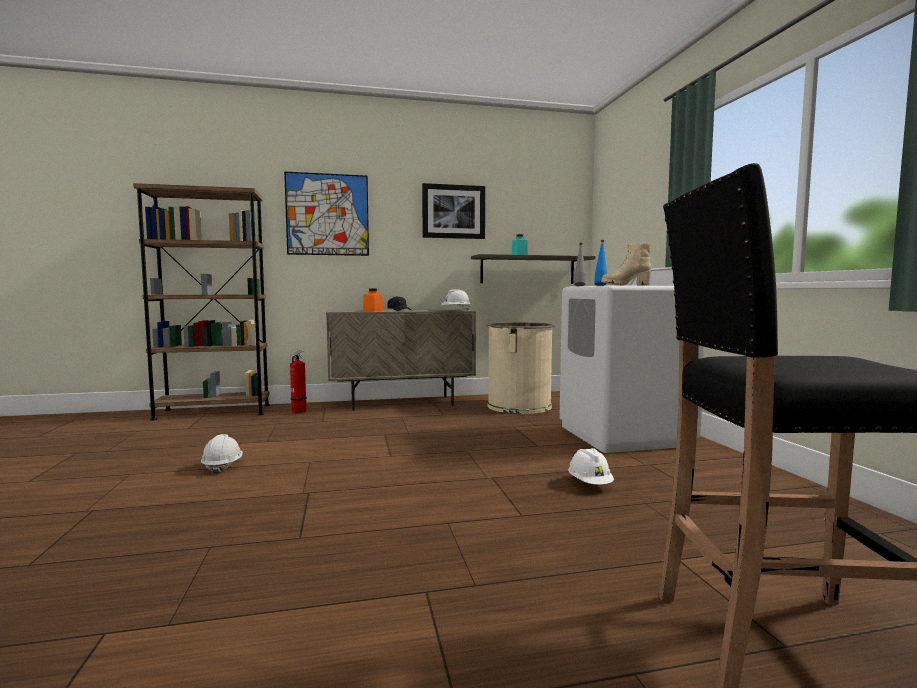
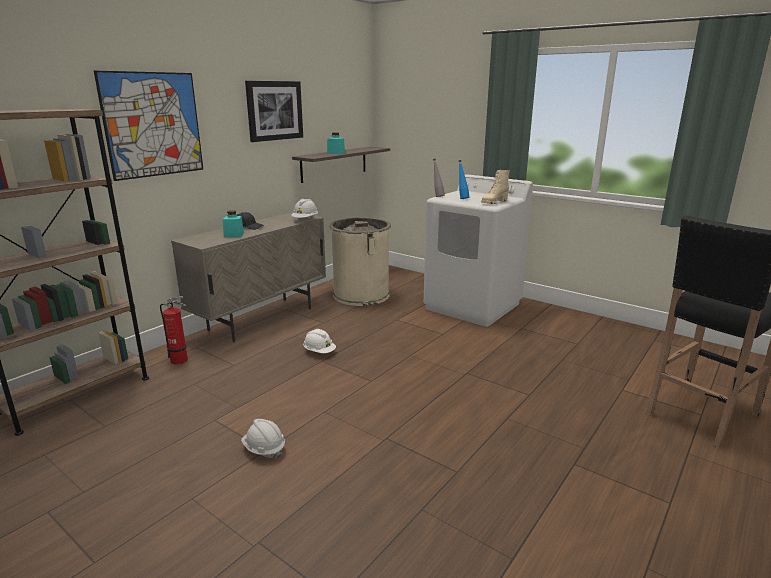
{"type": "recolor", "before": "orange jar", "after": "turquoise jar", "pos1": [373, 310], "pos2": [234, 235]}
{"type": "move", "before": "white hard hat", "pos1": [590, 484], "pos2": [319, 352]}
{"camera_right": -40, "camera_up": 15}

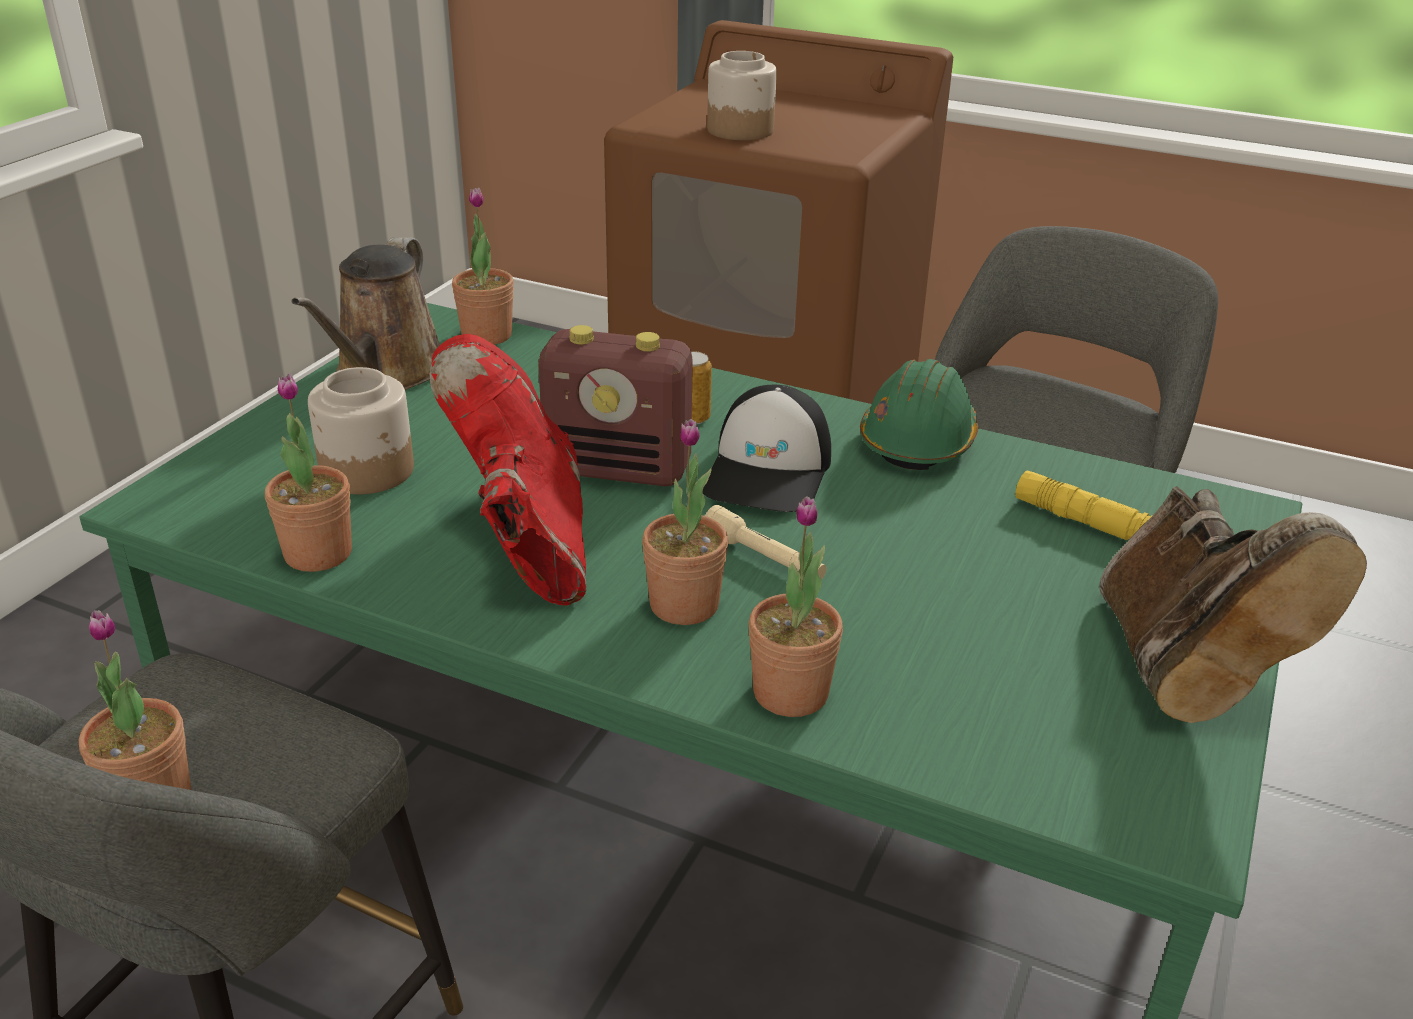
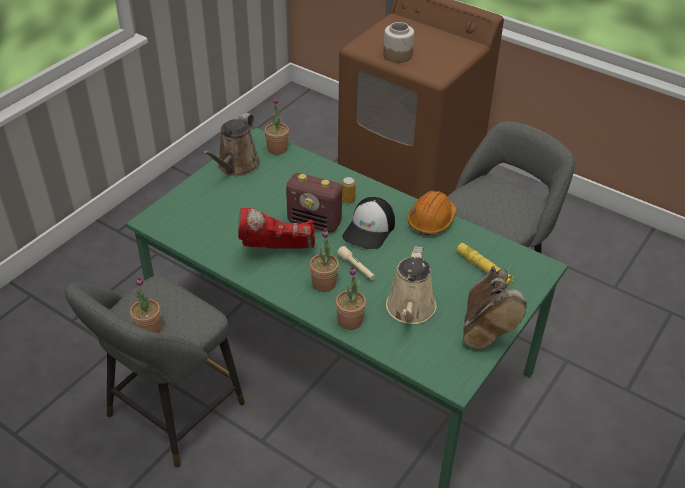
{"type": "rotate", "before": "red boot", "pos1": [526, 546], "pos2": [275, 253], "turn": -90}
{"type": "recolor", "before": "green hard hat", "after": "orange hard hat", "pos1": [918, 441], "pos2": [431, 220]}
{"type": "delete", "before": "jar", "pos1": [368, 471]}
{"type": "delete", "before": "potted plant", "pos1": [318, 553]}
{"type": "insert", "after": "beige watering can", "pos2": [410, 310]}
{"camera_right": 10, "camera_up": 10}

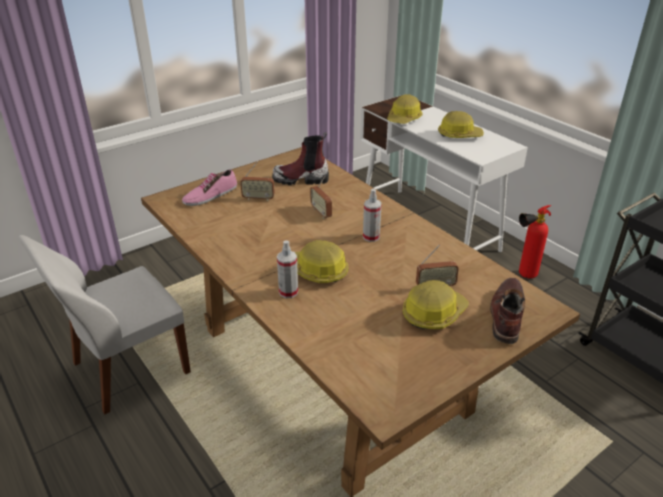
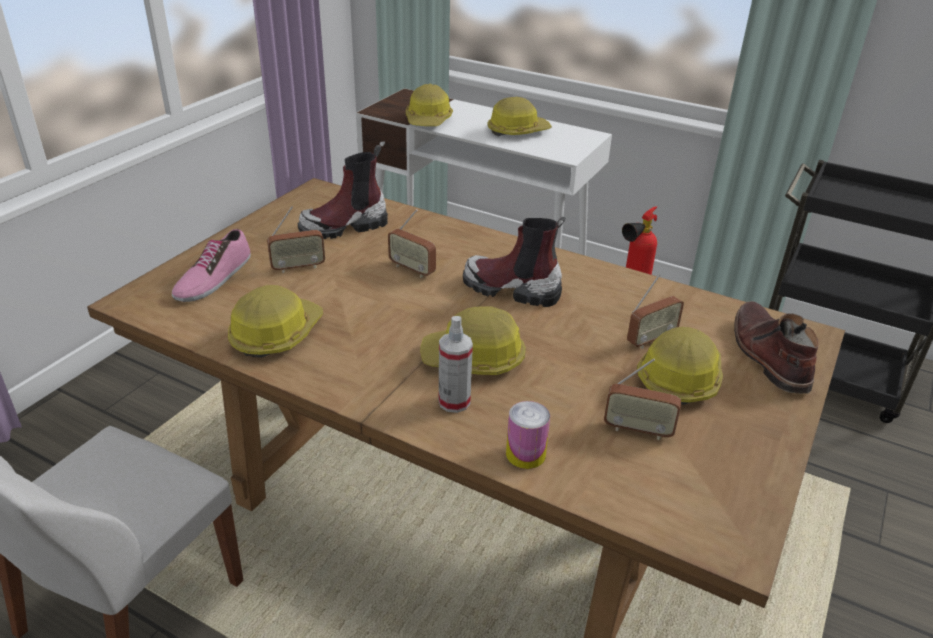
{"type": "replace", "before": "spray bottle", "after": "boot", "pos1": [371, 237], "pos2": [511, 289]}
{"type": "insert", "after": "hard hat", "pos2": [275, 334]}
{"type": "insert", "after": "radio", "pos2": [637, 430]}
{"type": "insert", "after": "can", "pos2": [525, 454]}
{"camera_right": -25, "camera_up": 0}

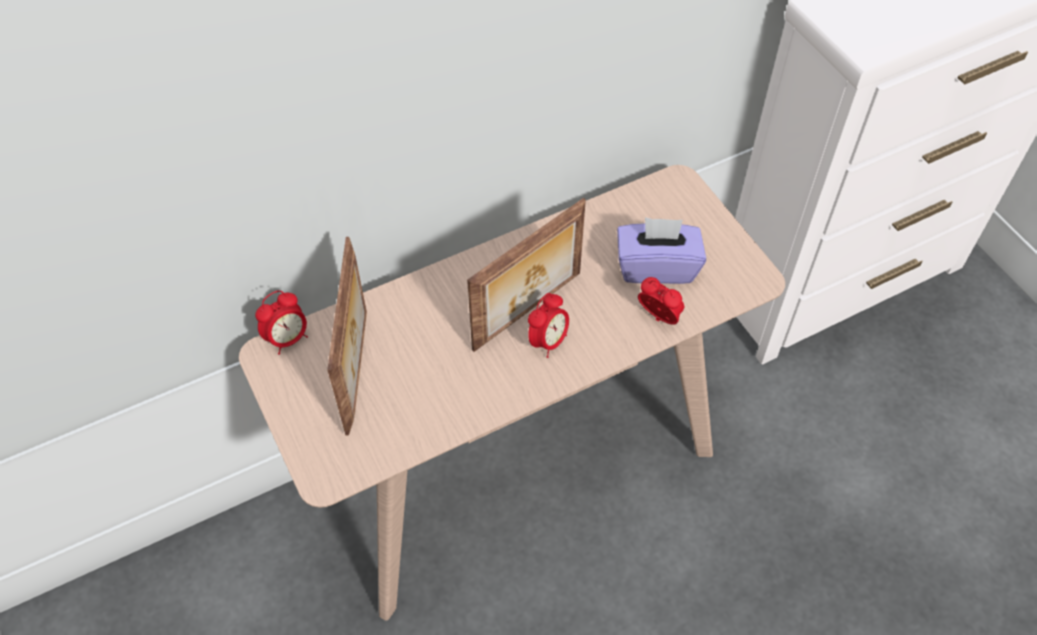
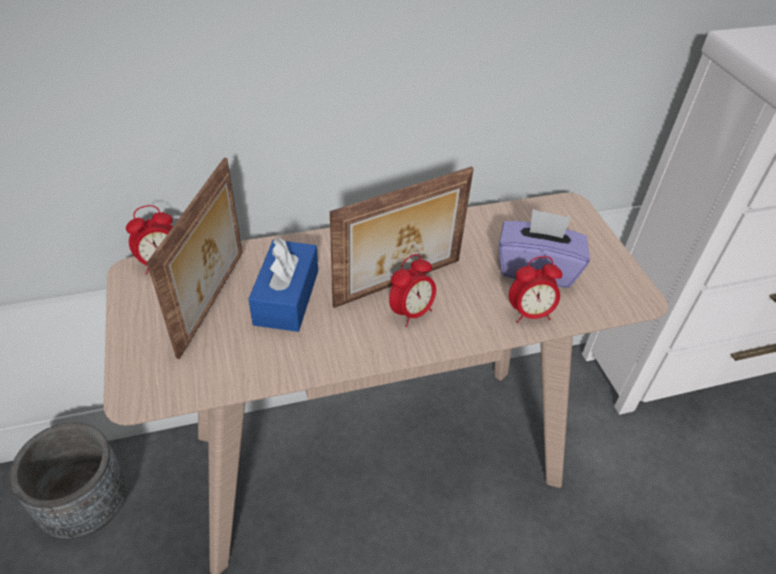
{"type": "rotate", "before": "alarm clock", "pos1": [658, 318], "pos2": [529, 313], "turn": 120}
{"type": "insert", "after": "blue tissue box", "pos2": [286, 297]}
{"type": "insert", "after": "grey planter", "pos2": [88, 507]}
{"camera_right": 10, "camera_up": -10}

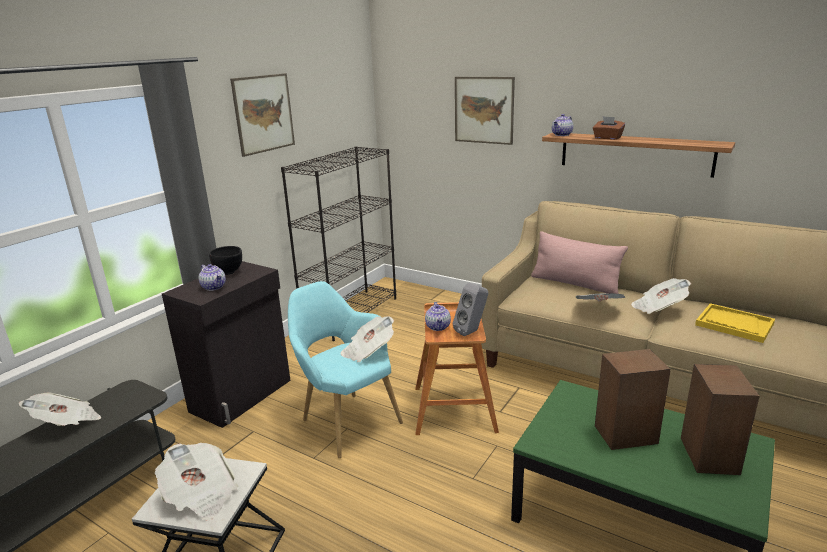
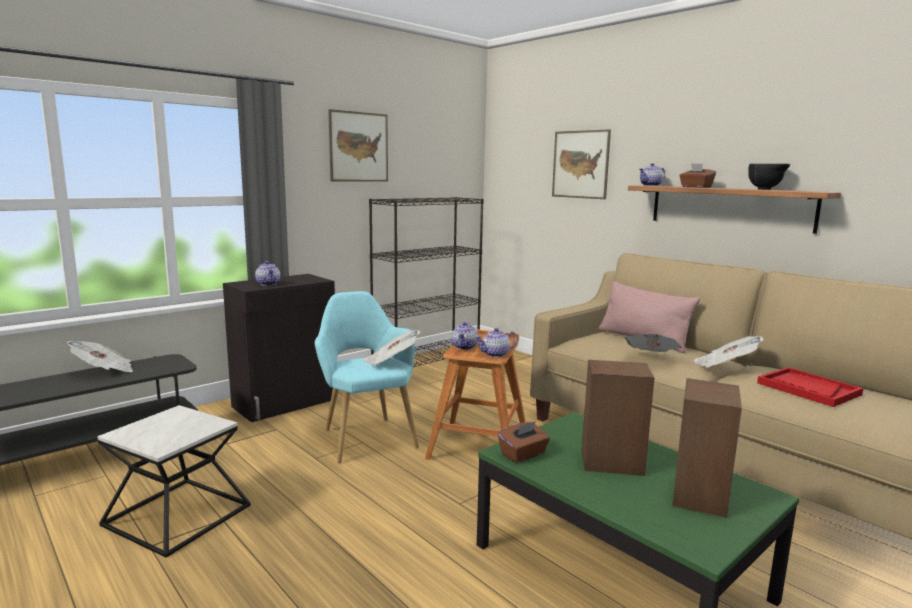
{"type": "move", "before": "black bowl", "pos1": [229, 273], "pos2": [766, 189]}
{"type": "replace", "before": "grey speaker", "after": "teapot", "pos1": [472, 332], "pos2": [495, 354]}
{"type": "recolor", "before": "yellow tray", "after": "red tray", "pos1": [734, 324], "pos2": [808, 389]}
{"type": "delete", "before": "newspaper", "pos1": [201, 495]}
{"type": "insert", "after": "brown tissue box", "pos2": [523, 454]}
{"camera_right": 15, "camera_up": -10}

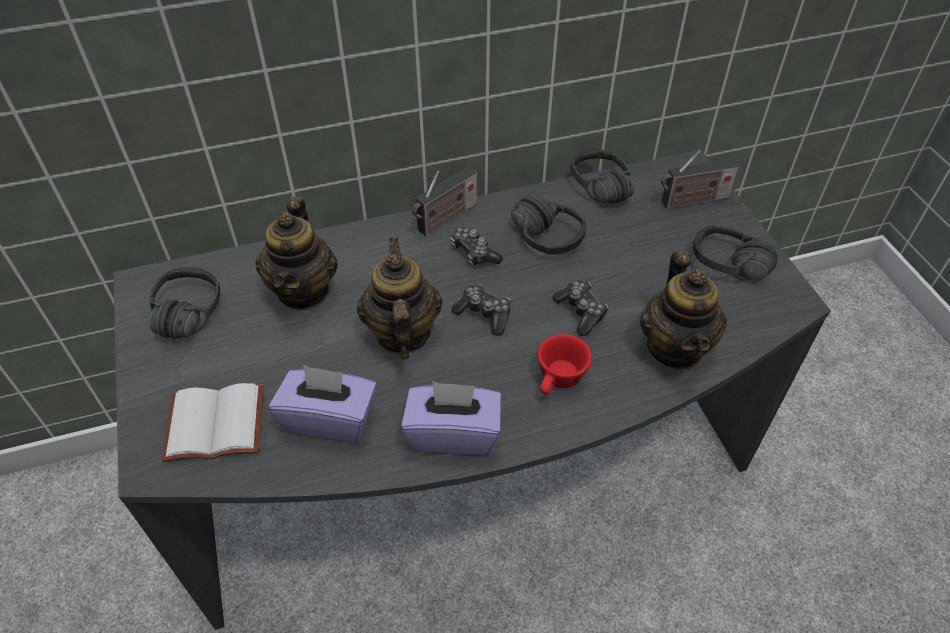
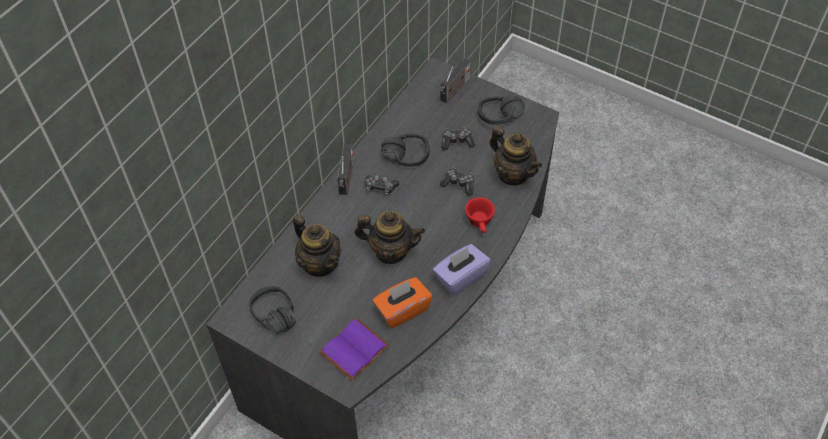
{"type": "delete", "before": "black headphones", "pos1": [591, 190]}
{"type": "rotate", "before": "teapot", "pos1": [402, 334], "pos2": [390, 251], "turn": 150}
{"type": "move", "before": "game controller", "pos1": [484, 314], "pos2": [457, 142]}
{"type": "recolor", "before": "purple tissue box", "after": "orange tissue box", "pos1": [330, 419], "pos2": [402, 310]}
{"type": "recolor", "before": "white book", "after": "purple book", "pos1": [213, 427], "pos2": [355, 351]}
{"camera_right": -40, "camera_up": 5}

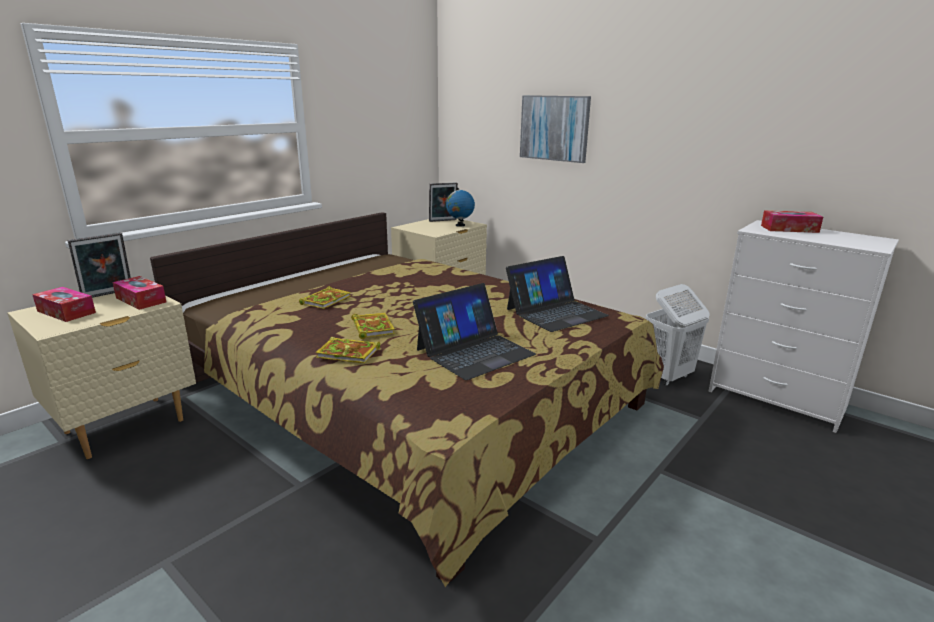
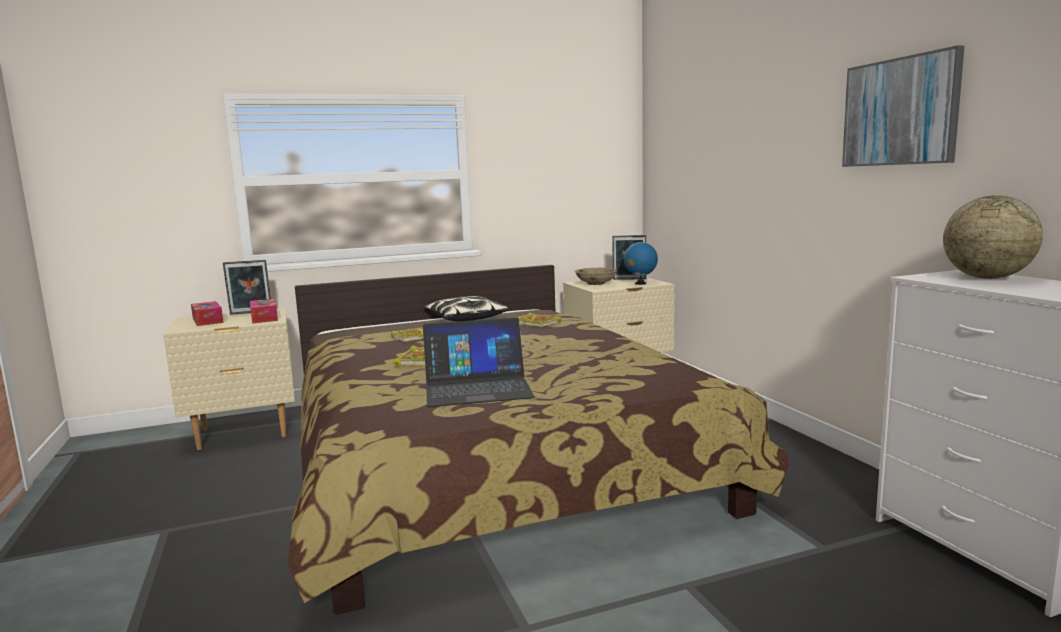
{"type": "move", "before": "picture", "pos1": [554, 128], "pos2": [900, 112]}
{"type": "replace", "before": "tissue box", "after": "globe", "pos1": [789, 229], "pos2": [986, 278]}
{"type": "delete", "before": "laptop", "pos1": [555, 312]}
{"type": "delete", "before": "white laundry basket", "pos1": [667, 377]}
{"type": "move", "before": "book", "pos1": [350, 353], "pos2": [537, 323]}
{"type": "insert", "after": "beige bowl", "pos2": [595, 283]}
{"type": "insert", "after": "pillow", "pos2": [465, 318]}
{"camera_right": 30, "camera_up": -10}

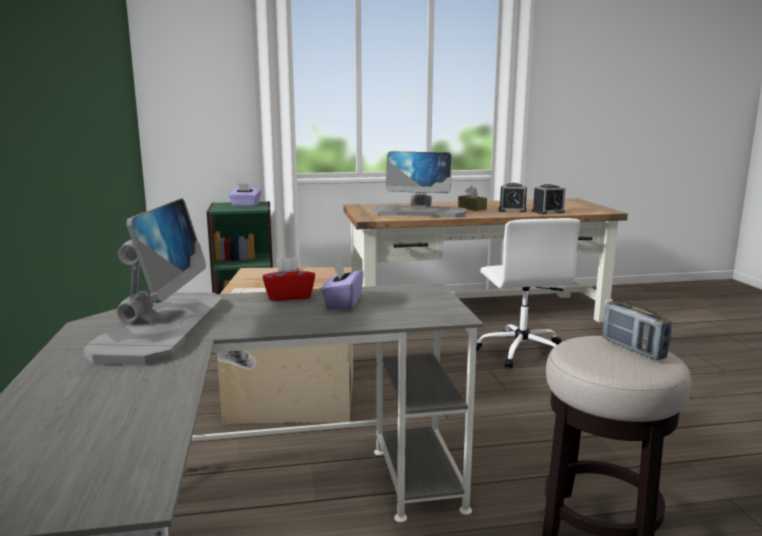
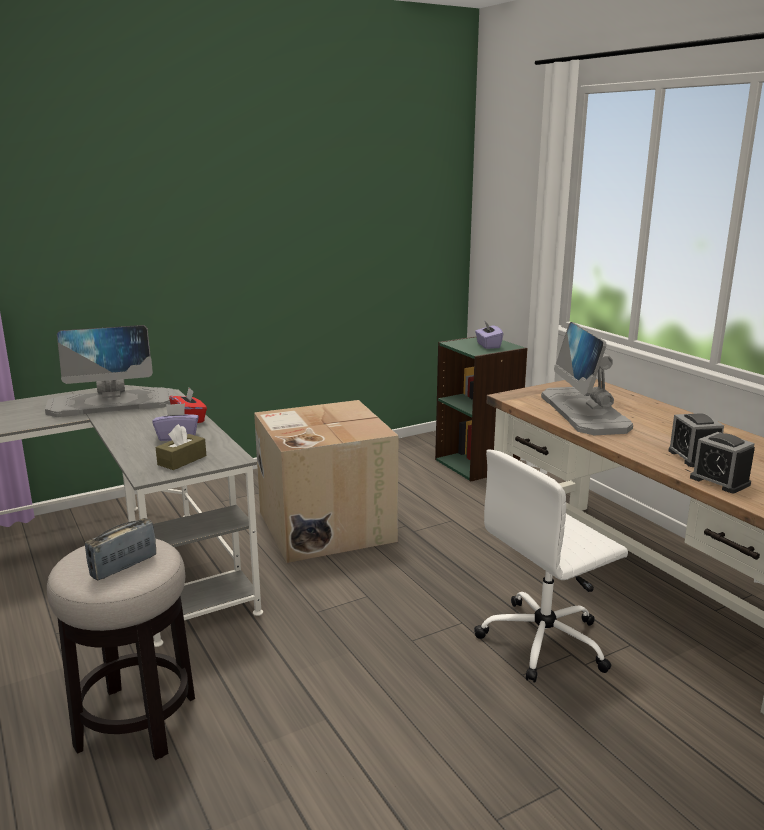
{"type": "move", "before": "brown tissue box", "pos1": [472, 208], "pos2": [182, 460]}
{"camera_right": 70, "camera_up": 5}

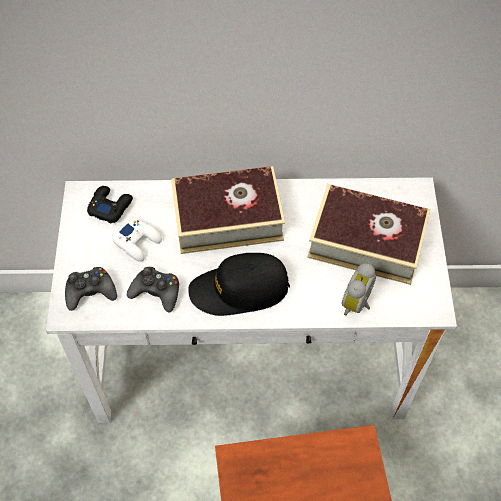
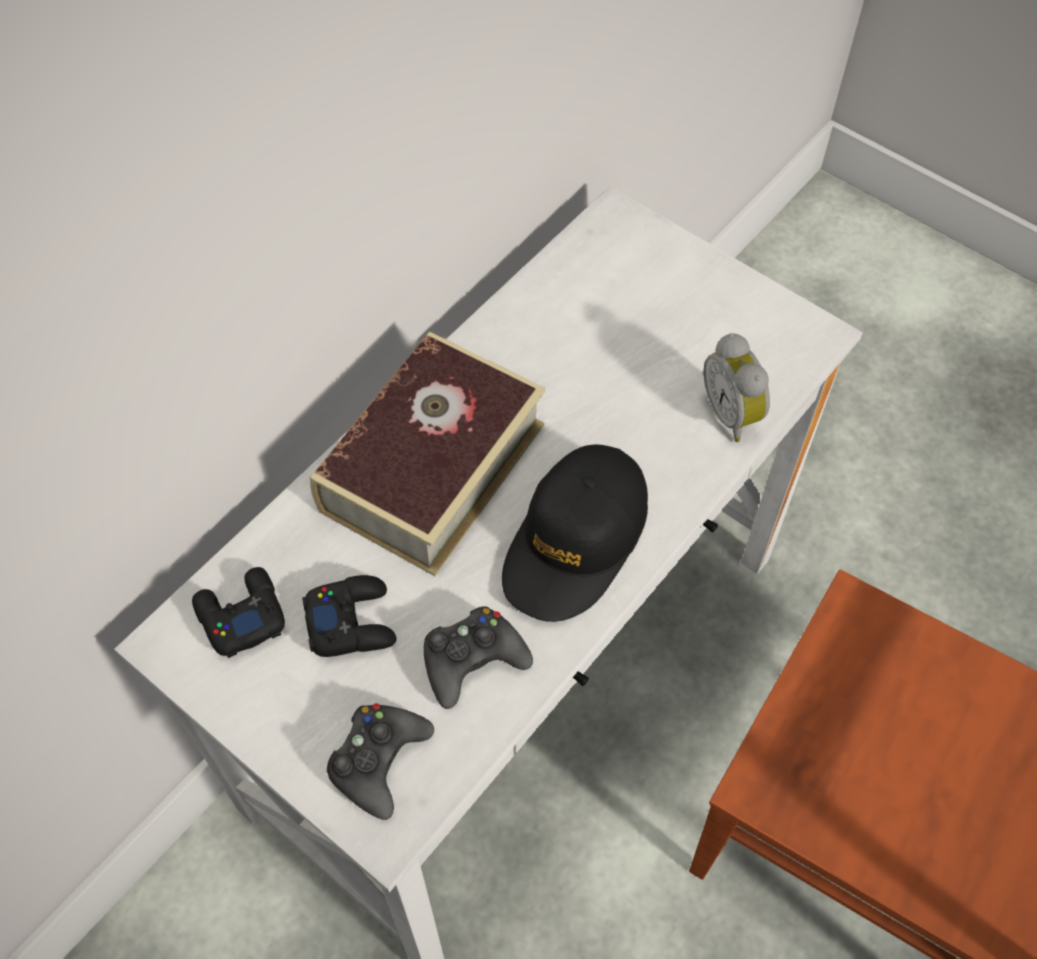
{"type": "delete", "before": "book", "pos1": [366, 241]}
{"type": "recolor", "before": "white game controller", "after": "black game controller", "pos1": [138, 242], "pos2": [351, 621]}
{"camera_right": -50, "camera_up": 0}

